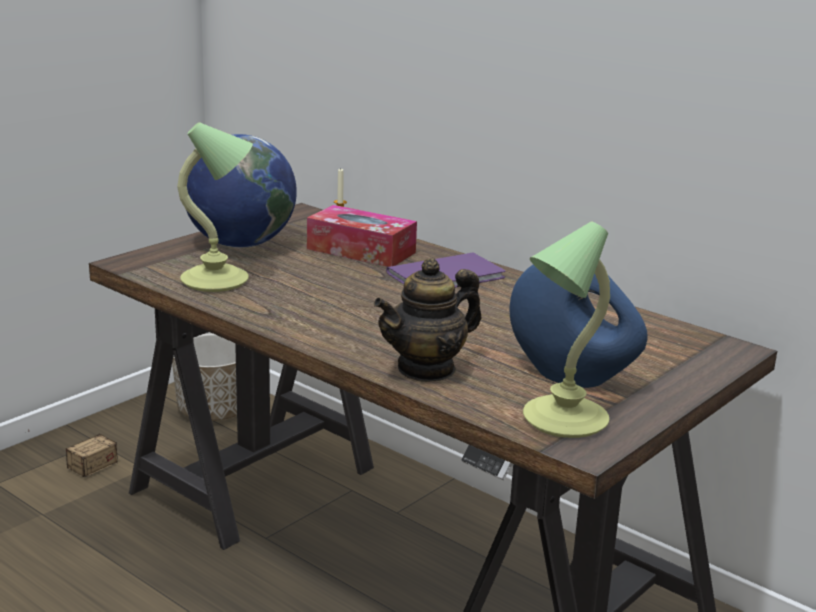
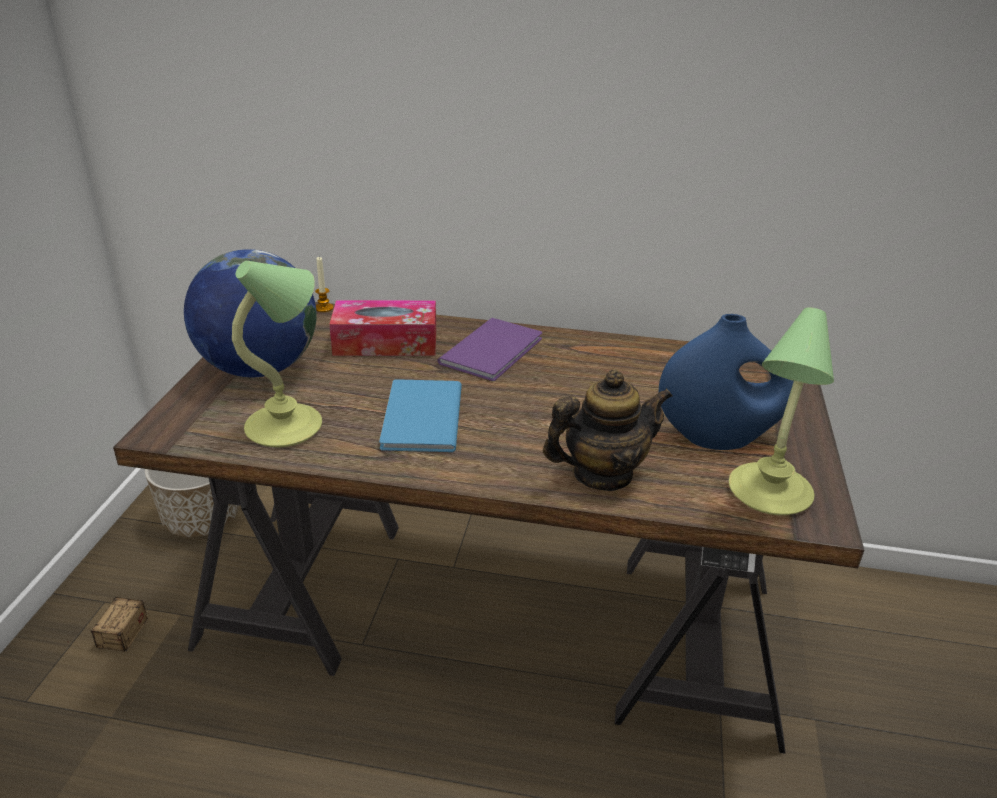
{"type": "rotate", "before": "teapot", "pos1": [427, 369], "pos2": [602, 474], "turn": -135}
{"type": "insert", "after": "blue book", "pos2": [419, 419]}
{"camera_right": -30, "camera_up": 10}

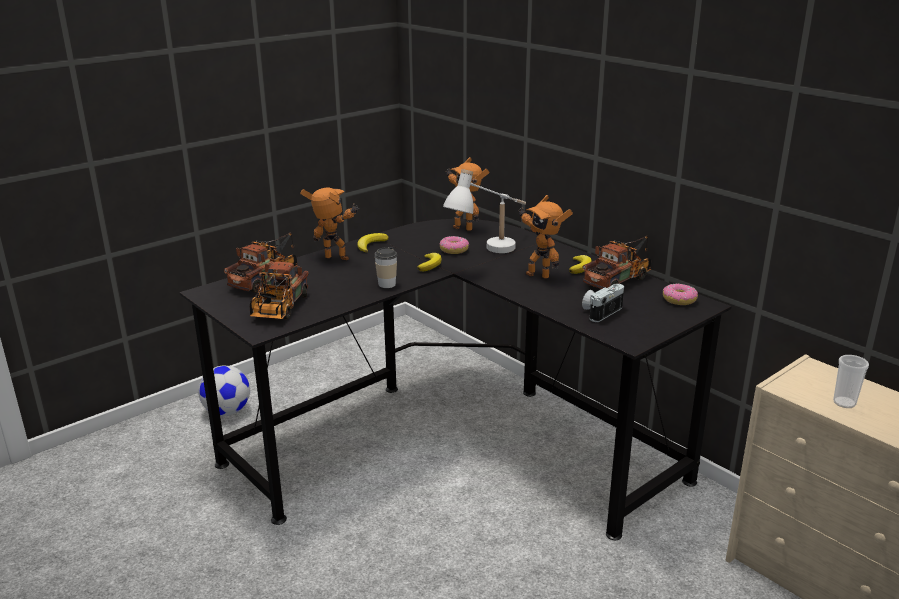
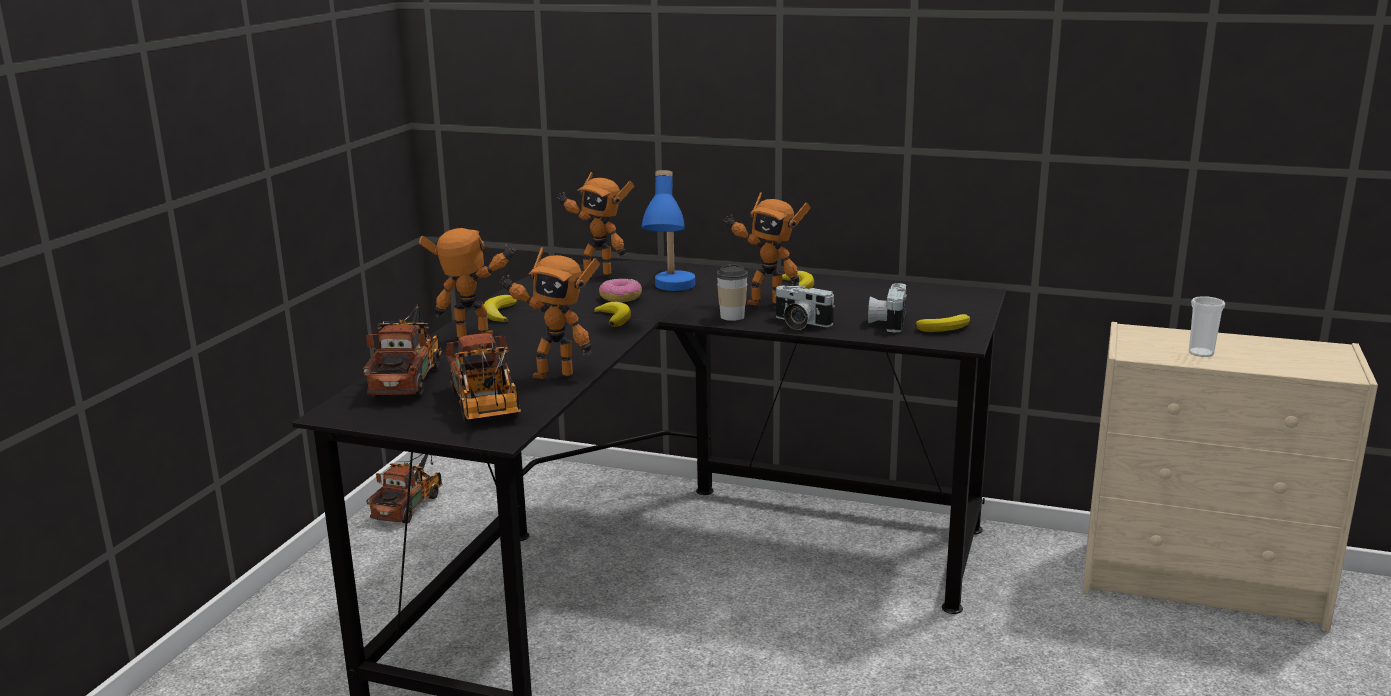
{"type": "recolor", "before": "white table lamp", "after": "blue table lamp", "pos1": [489, 254], "pos2": [672, 294]}
{"type": "move", "before": "toy truck", "pos1": [620, 279], "pos2": [411, 504]}
{"type": "move", "before": "cup", "pos1": [387, 284], "pos2": [732, 316]}
{"type": "delete", "before": "donut", "pos1": [679, 300]}
{"type": "delete", "before": "football", "pos1": [227, 411]}
{"type": "insert", "after": "toy robot", "pos2": [553, 374]}
{"type": "insert", "after": "photo camera", "pos2": [800, 323]}
{"type": "insert", "after": "banana", "pos2": [946, 327]}
{"camera_right": -30, "camera_up": -5}

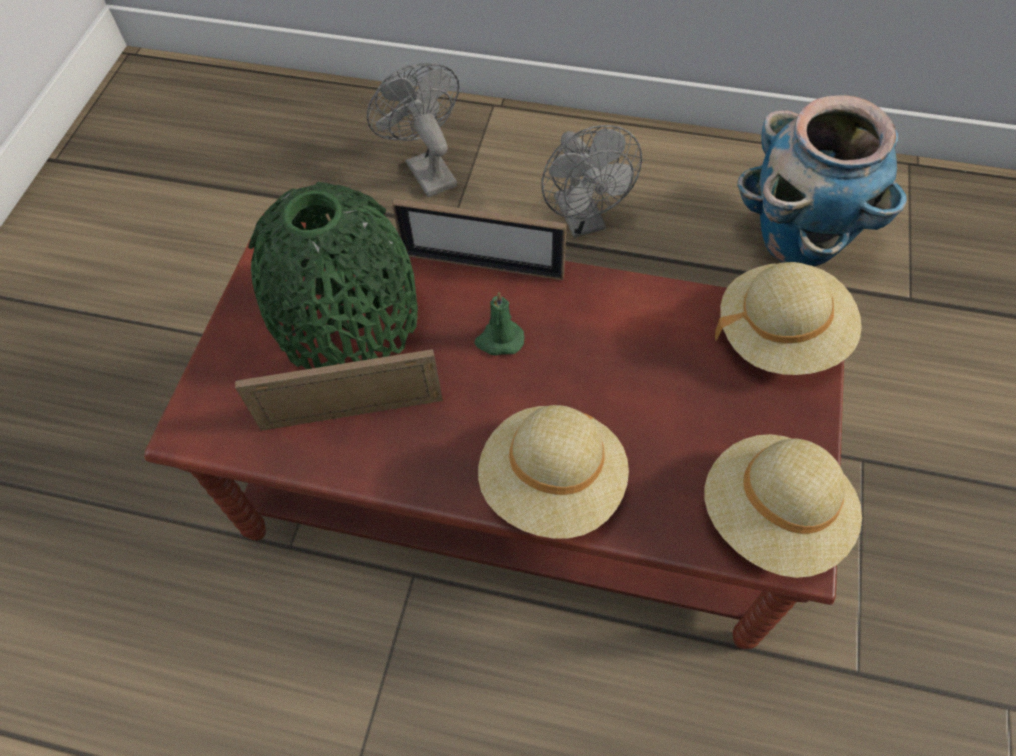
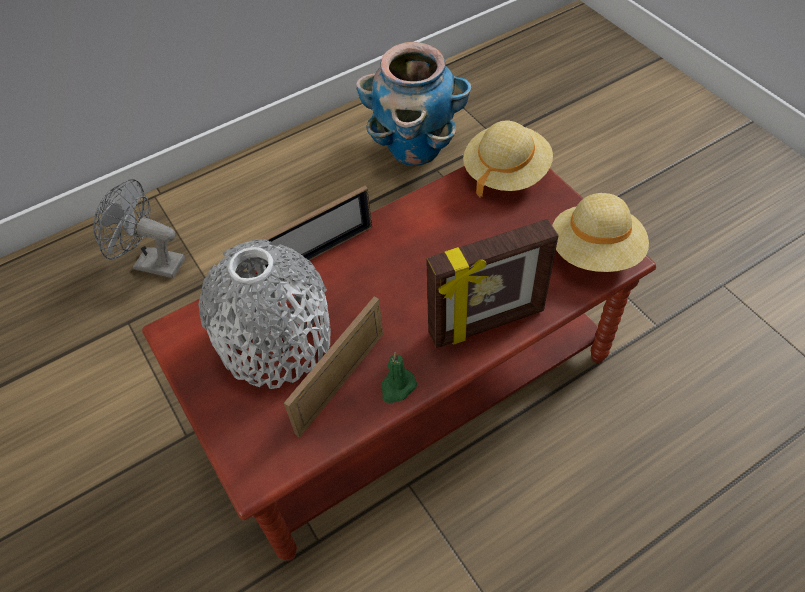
{"type": "delete", "before": "grey fan", "pos1": [584, 221]}
{"type": "recolor", "before": "green vase", "after": "grey vase", "pos1": [347, 319], "pos2": [276, 340]}
{"type": "move", "before": "green candle", "pos1": [499, 340], "pos2": [397, 387]}
{"type": "replace", "before": "beige hat", "after": "picture frame", "pos1": [553, 485], "pos2": [487, 324]}
{"camera_right": -45, "camera_up": -5}

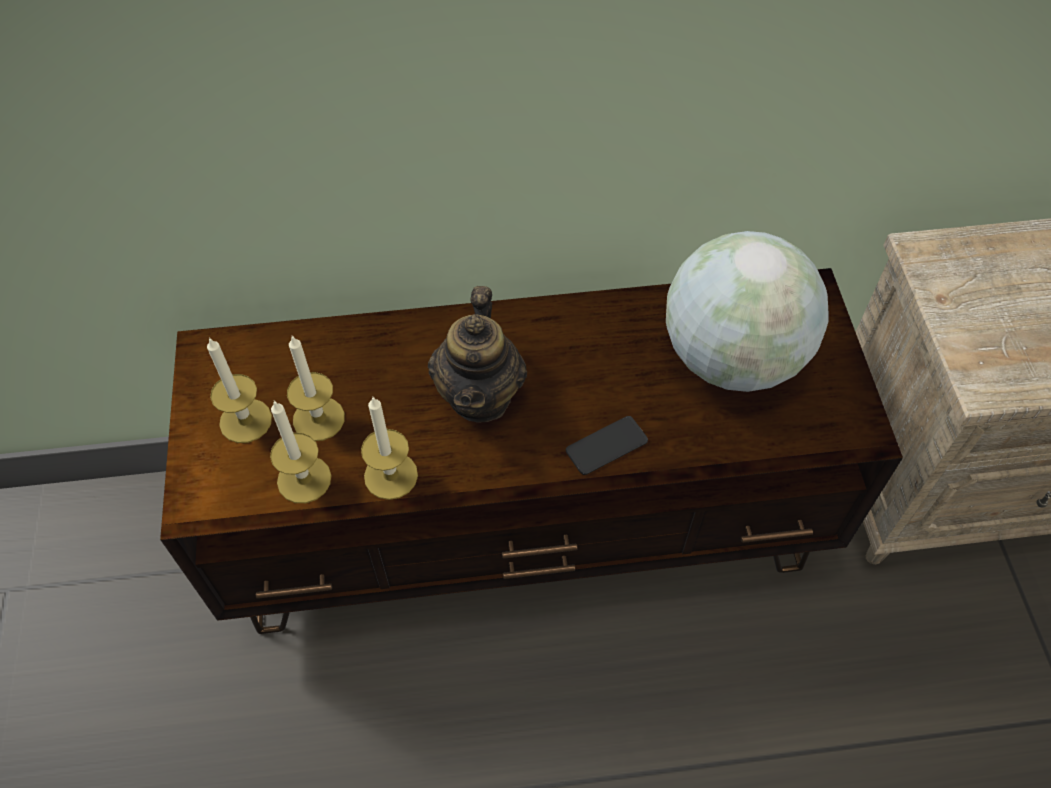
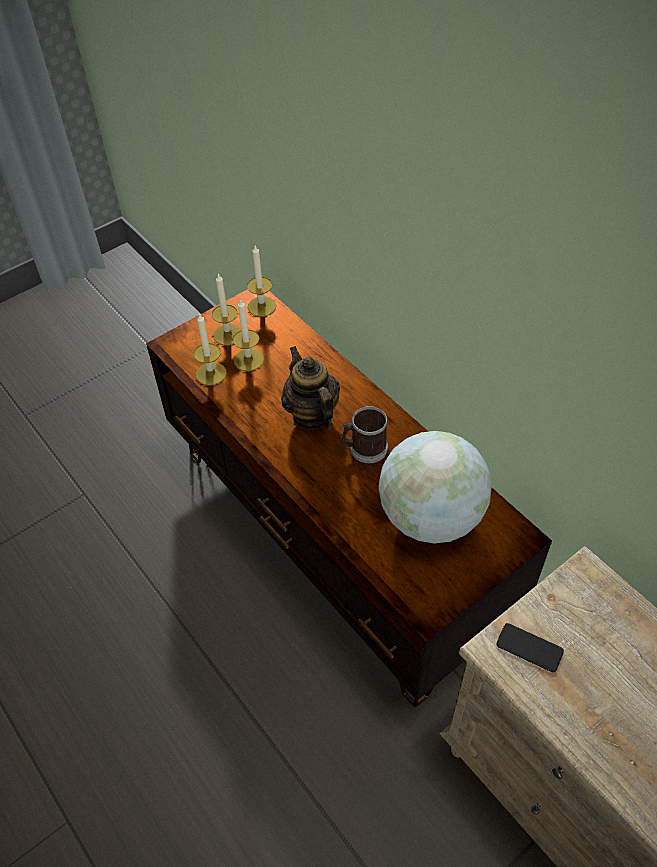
{"type": "rotate", "before": "teapot", "pos1": [480, 395], "pos2": [311, 414], "turn": 90}
{"type": "move", "before": "candle", "pos1": [391, 475], "pos2": [262, 306]}
{"type": "move", "before": "phone", "pos1": [606, 446], "pos2": [529, 648]}
{"type": "insert", "after": "mug", "pos2": [364, 448]}
{"camera_right": 60, "camera_up": -5}

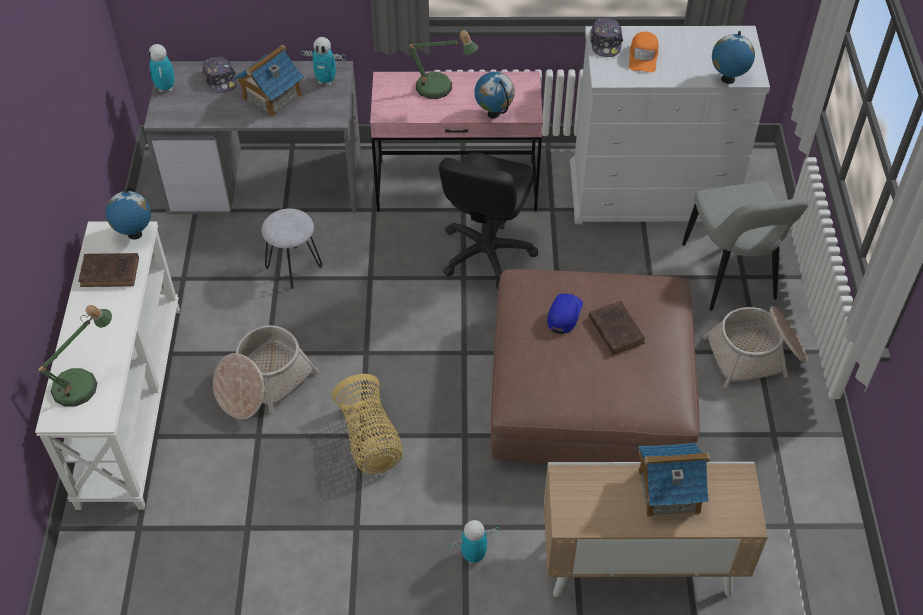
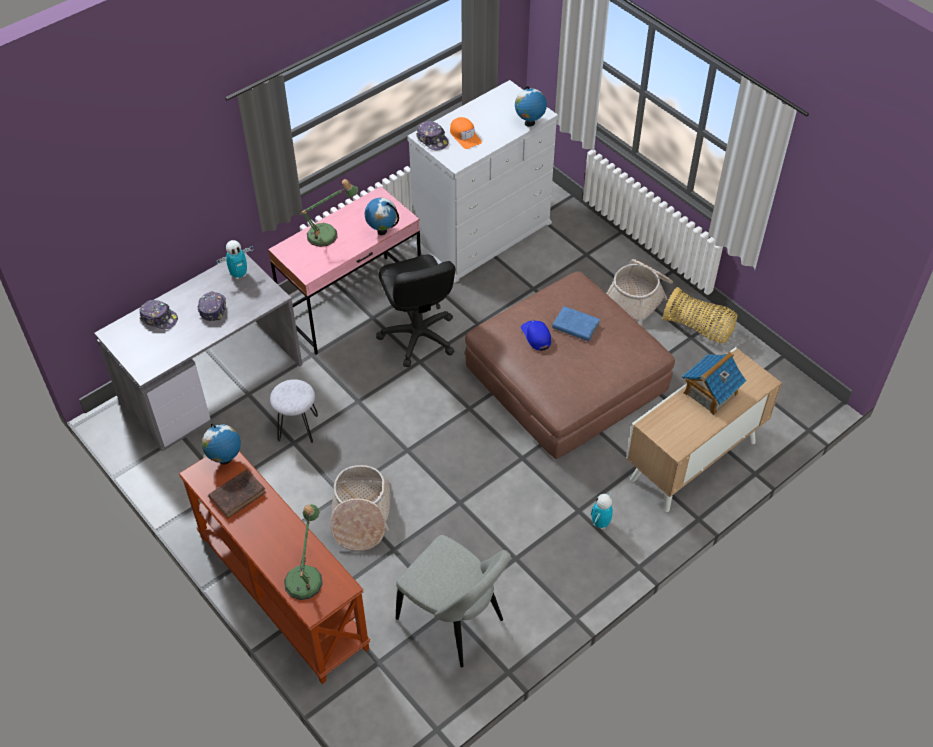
{"type": "delete", "before": "toy robot", "pos1": [165, 87]}
{"type": "replace", "before": "toy house", "after": "cap", "pos1": [271, 97], "pos2": [212, 308]}
{"type": "move", "before": "grey chair", "pos1": [730, 276], "pos2": [454, 622]}
{"type": "recolor", "before": "white console table", "after": "brown console table", "pos1": [129, 402], "pos2": [281, 592]}
{"type": "recolor", "before": "brown book", "after": "blue book", "pos1": [615, 329], "pos2": [574, 325]}
{"type": "move", "before": "basket", "pos1": [369, 439], "pos2": [698, 328]}
{"camera_right": -40, "camera_up": 0}

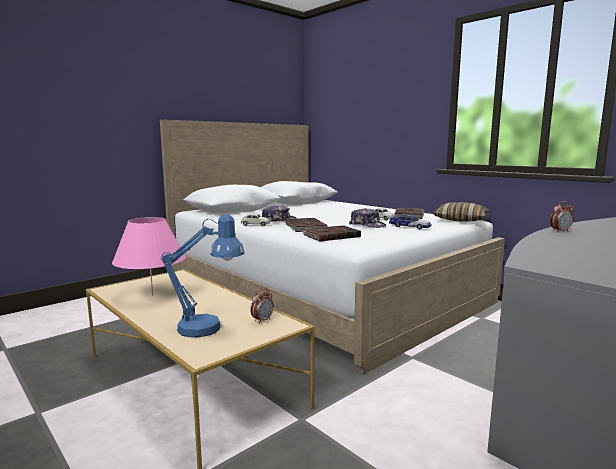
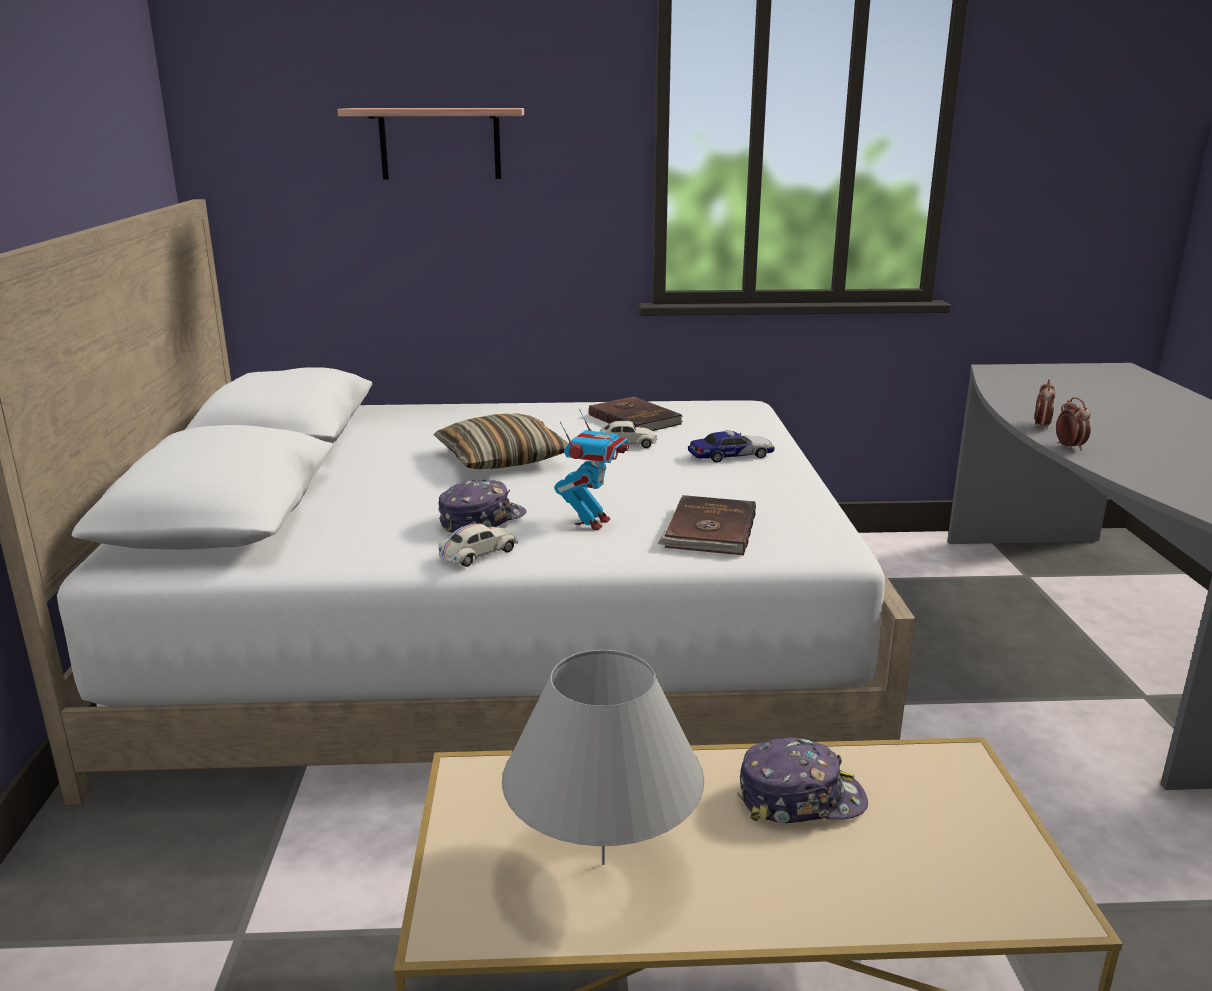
{"type": "move", "before": "pillow", "pos1": [460, 220], "pos2": [501, 459]}
{"type": "move", "before": "cap", "pos1": [367, 225], "pos2": [800, 798]}
{"type": "delete", "before": "blue table lamp", "pos1": [208, 329]}
{"type": "recolor", "before": "pink table lamp", "after": "grey table lamp", "pos1": [152, 295], "pos2": [603, 864]}
{"type": "replace", "before": "brown book", "after": "toy robot", "pos1": [305, 227], "pos2": [592, 522]}
{"type": "move", "before": "alarm clock", "pos1": [262, 320], "pos2": [1069, 447]}
{"type": "insert", "after": "shelf", "pos2": [440, 143]}
{"camera_right": -50, "camera_up": 10}

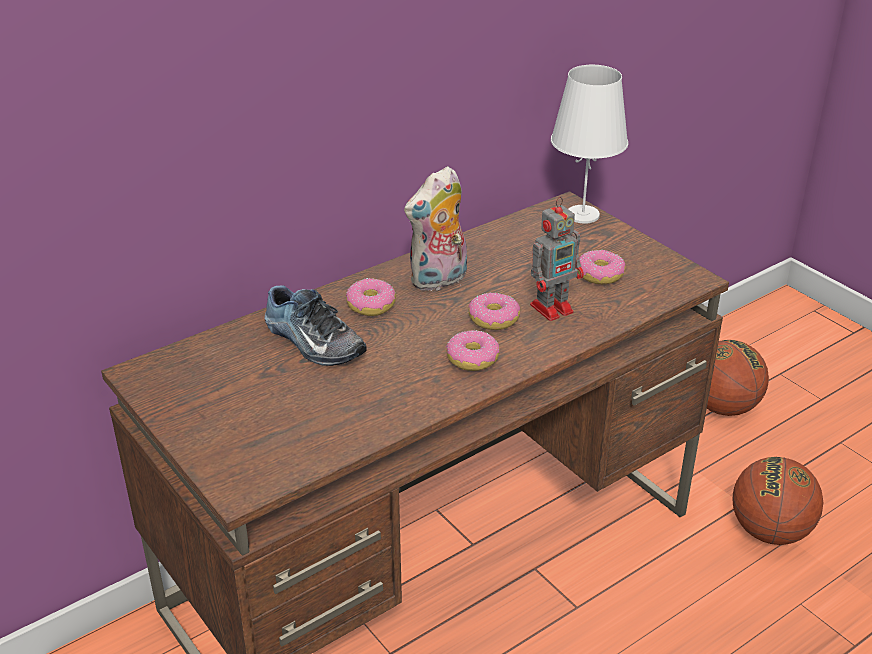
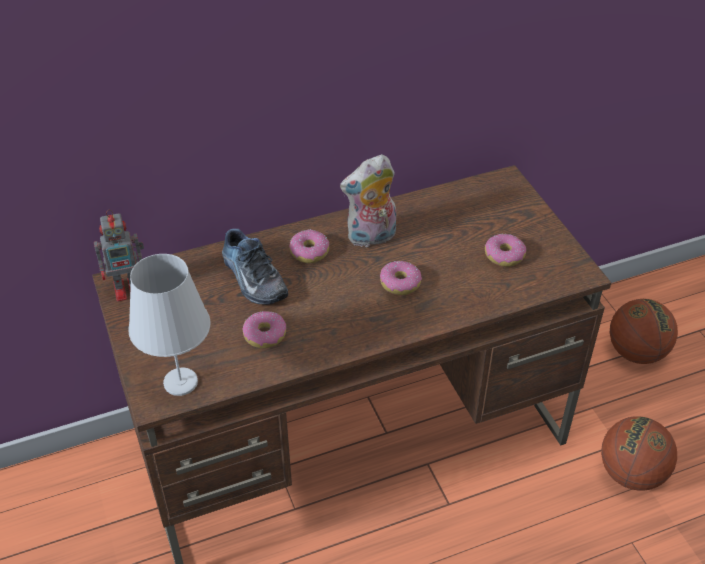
{"type": "move", "before": "white table lamp", "pos1": [582, 215], "pos2": [180, 381]}
{"type": "move", "before": "toy robot", "pos1": [553, 307], "pos2": [129, 288]}
{"type": "move", "before": "donut", "pos1": [472, 359], "pos2": [265, 335]}
{"camera_right": 15, "camera_up": 10}

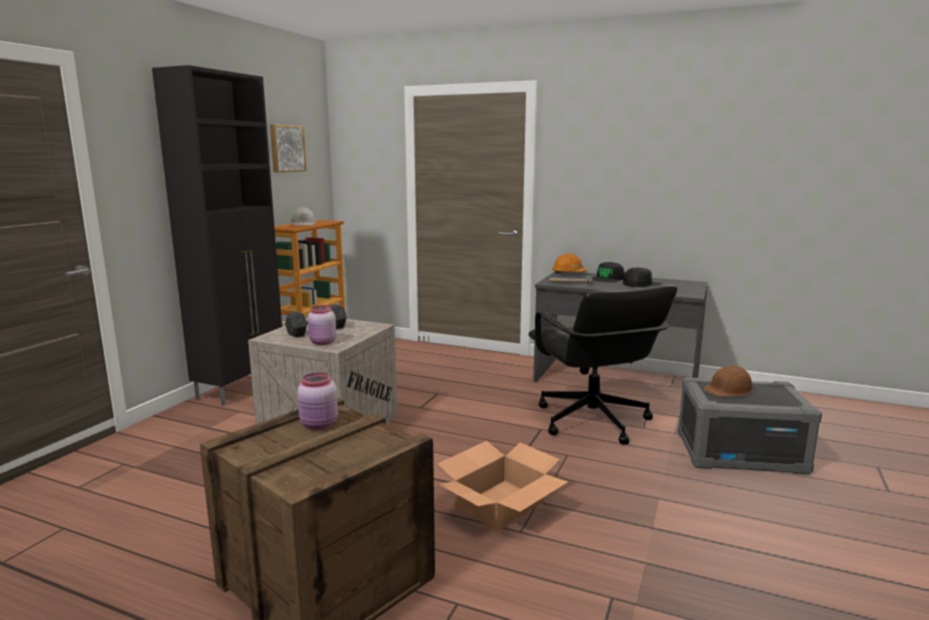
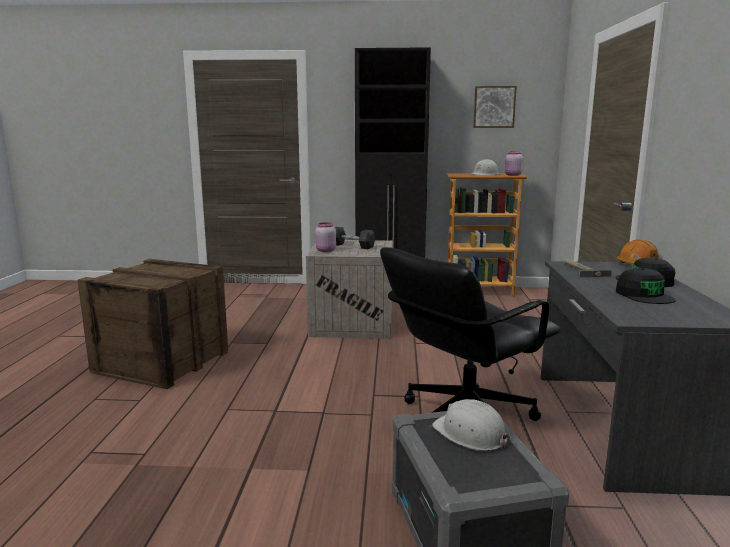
{"type": "recolor", "before": "brown hard hat", "after": "white hard hat", "pos1": [729, 390], "pos2": [470, 434]}
{"type": "move", "before": "pink jar", "pos1": [319, 425], "pos2": [512, 175]}
{"type": "delete", "before": "cardboard box", "pos1": [501, 504]}
{"camera_right": 70, "camera_up": 0}

